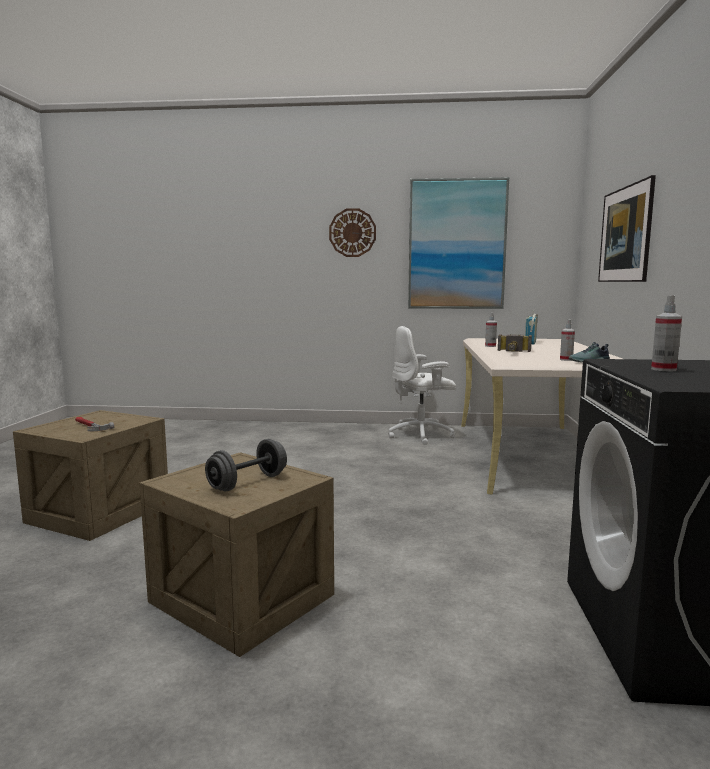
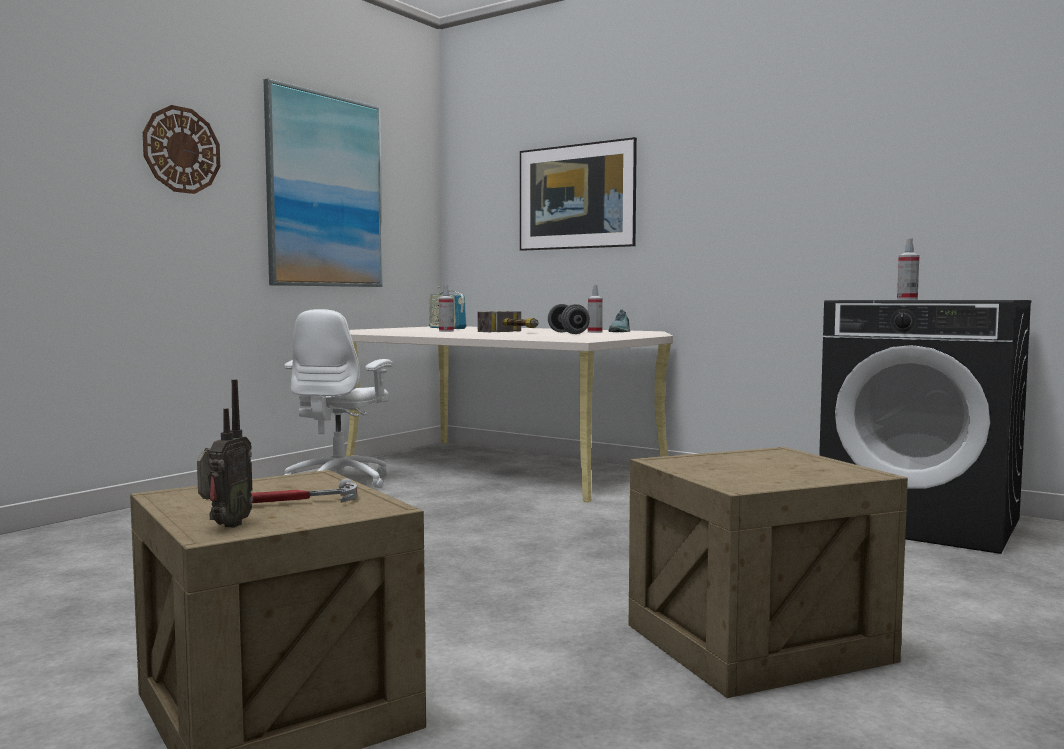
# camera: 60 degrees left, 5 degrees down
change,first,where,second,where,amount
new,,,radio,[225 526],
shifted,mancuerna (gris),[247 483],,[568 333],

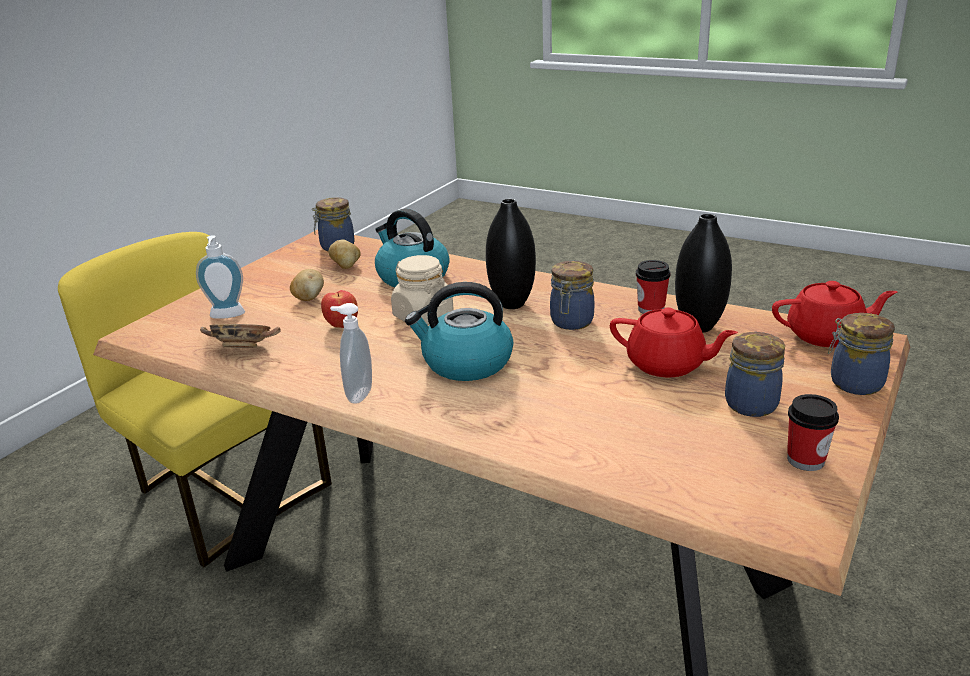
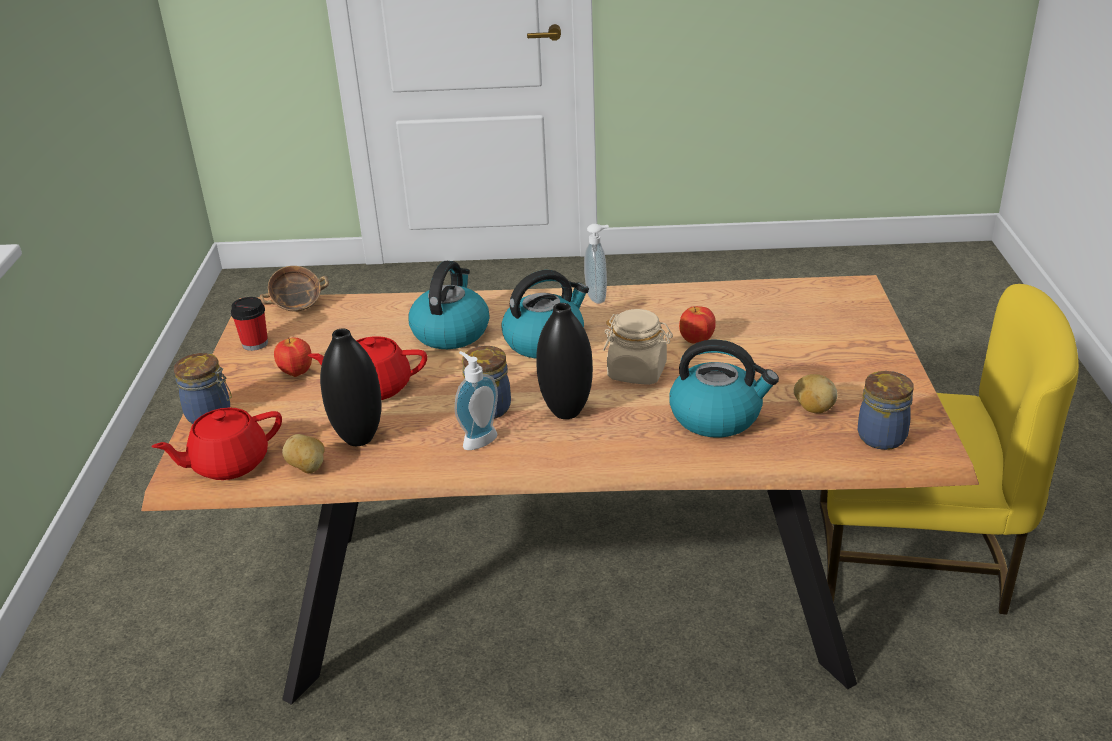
# camera: 150 degrees right, 5 degrees up
change,first,where,second,where,amount
gone,taza,[651 309],,,
new,,,hervidor,[451 332],
shifted,dispensador de jabón,[227 316],,[477 439],
shifted,cuenco,[244 349],,[297 307],
shifted,patata,[309 298],,[308 468],
swapped,tarro,[752 403],manzana,[296 373],

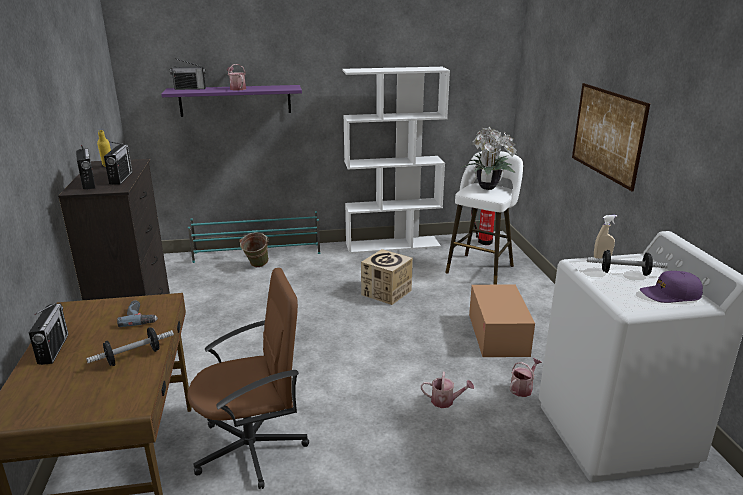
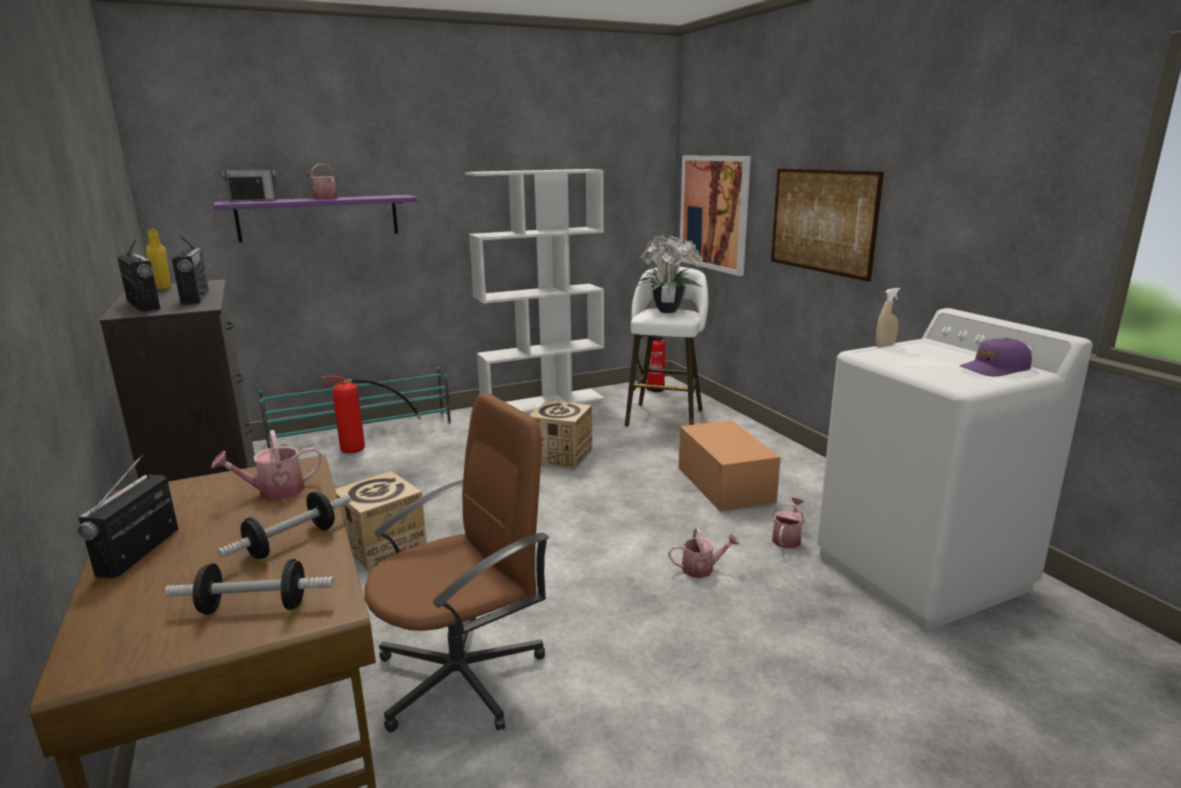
# camera: 15 degrees left, 5 degrees down
change,first,where,second,where,amount
new,,,caja de cartón,[383 547],
new,,,cuadro,[714 213],
shifted,mancuerna,[624 273],,[254 607],
swapped,taladro,[140 317],regadera,[274 491],
swapped,cubo (verde),[256 266],extintor,[367 447],
rotated,radio,[53 349],,[139 552],150 degrees counterclockwise

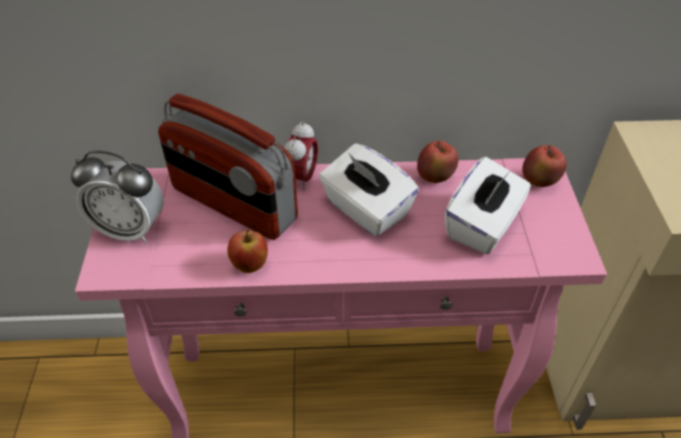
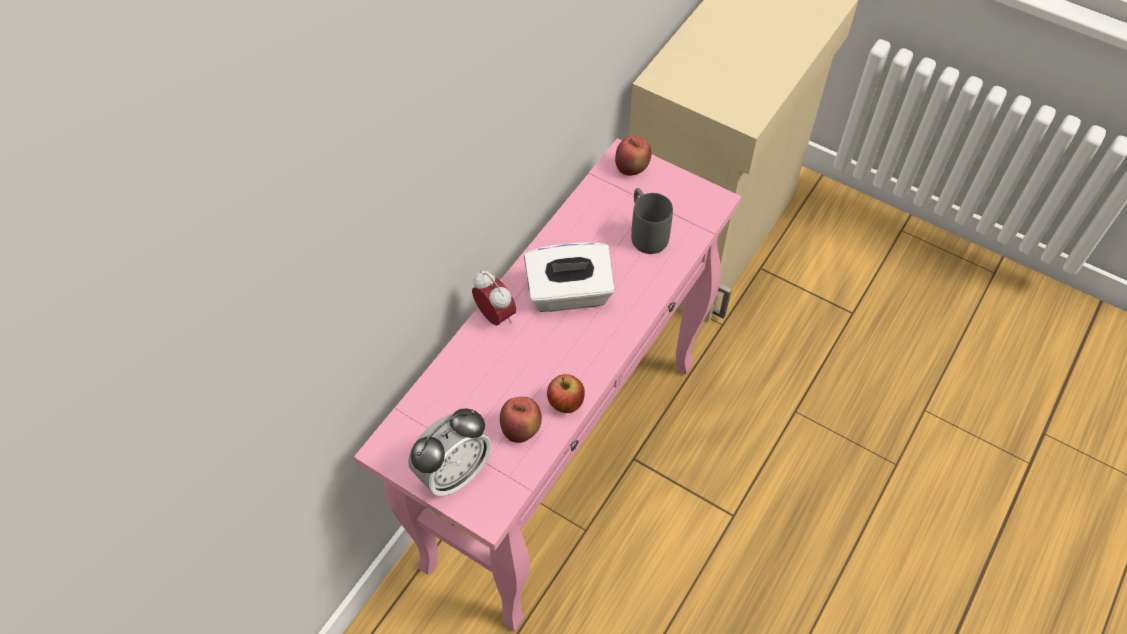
# camera: 55 degrees left, 10 degrees up
change,first,where,second,where,amount
gone,radio,[233 205],,,
shifted,manzana,[435 178],,[521 430],
swapped,caja de pañuelos (blanco),[483 225],taza grande (gris),[645 232],

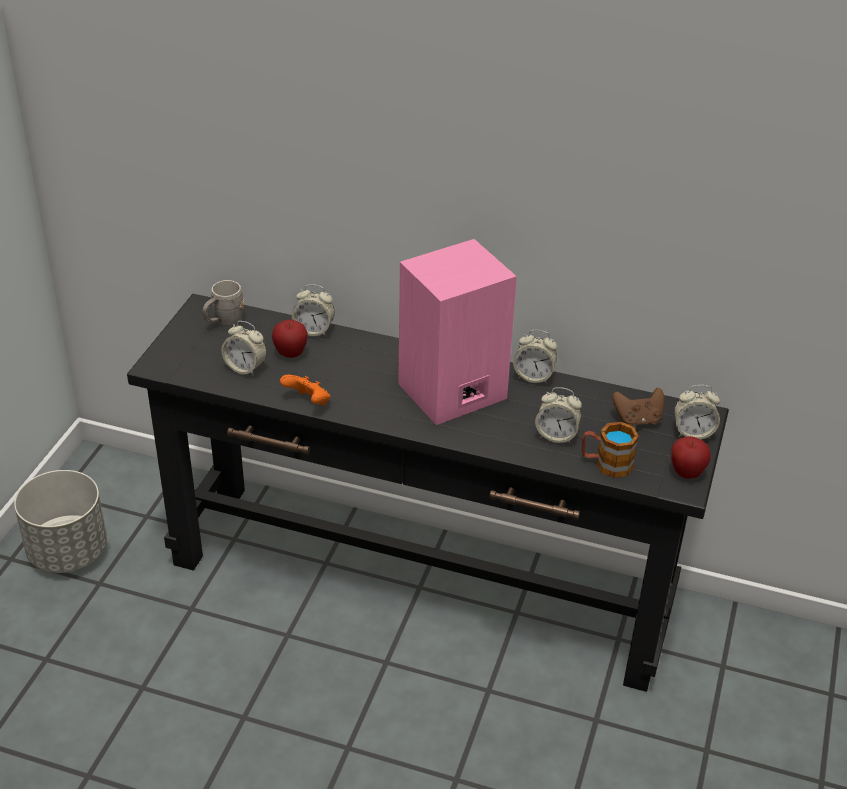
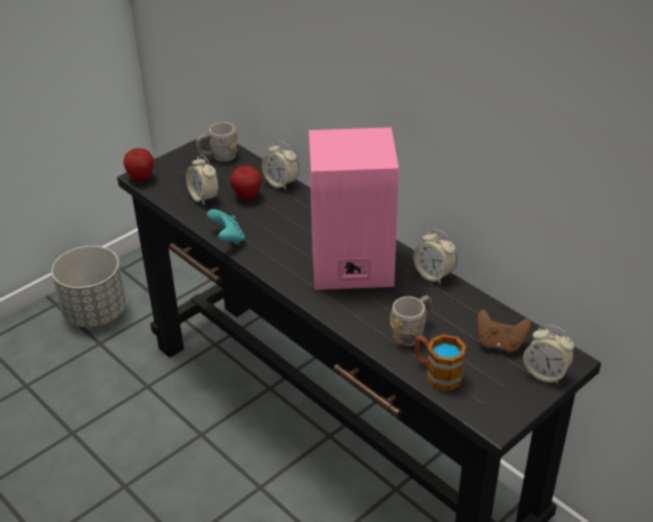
# camera: 30 degrees right, 0 degrees up
change,first,where,second,where,amount
shifted,manzana,[686 473],,[141 178],
swapped,despertador,[556 435],taza grande (gris),[412 333],
repainted,mando de consola (naranja),[308 402],mando de consola (turquesa),[228 238],

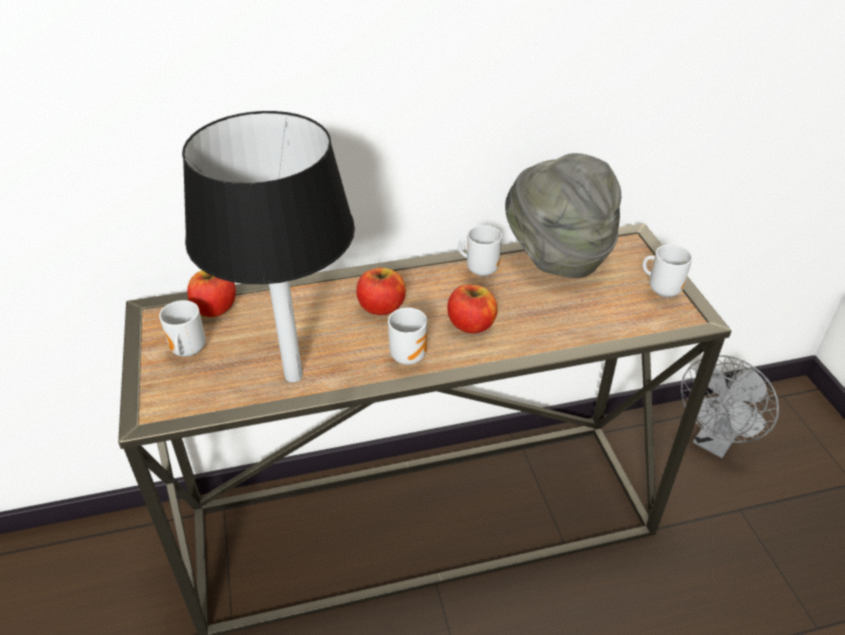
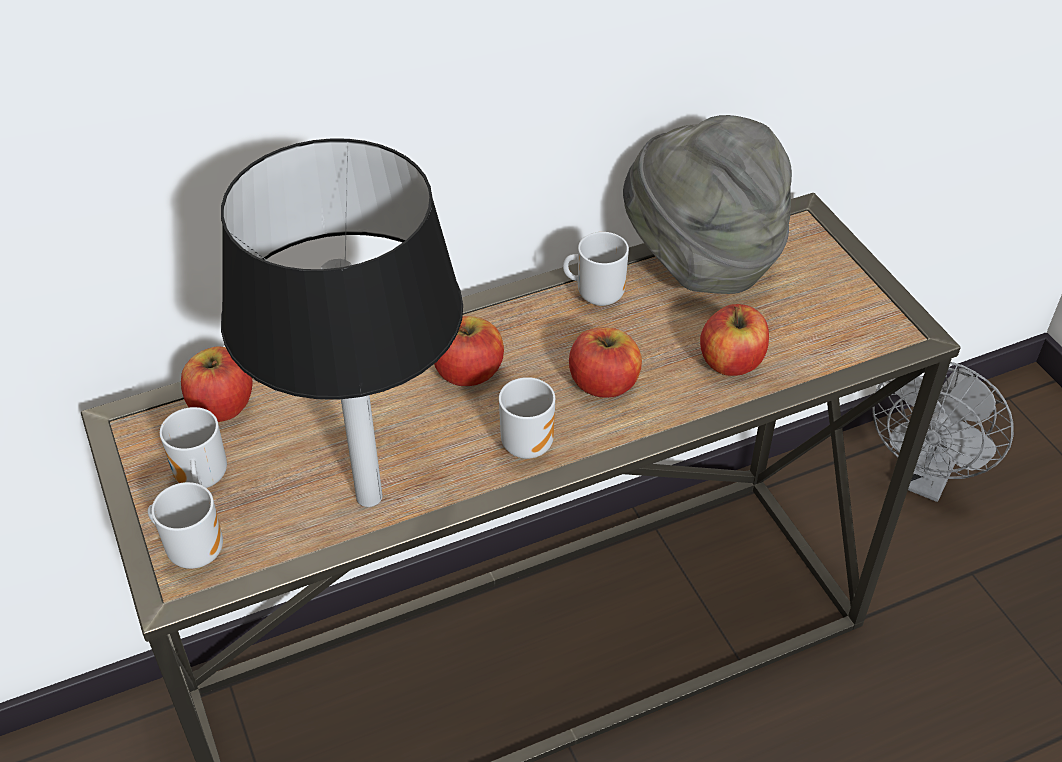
# camera: 10 degrees left, 5 degrees up
change,first,where,second,where,amount
new,,,manzana,[731 362],
shifted,taza grande,[662 289],,[194 550],

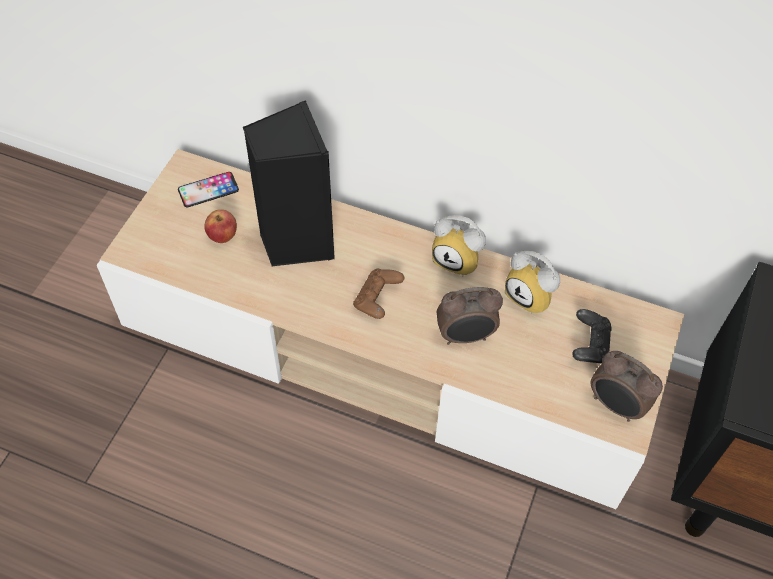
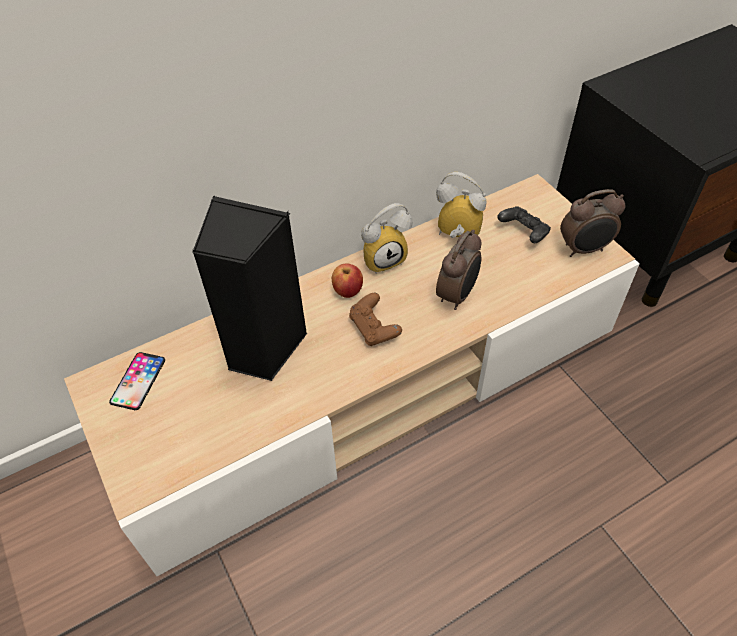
# camera: 50 degrees left, 5 degrees down
change,first,where,second,where,amount
shifted,manzana,[223 236],,[348 291],
rotated,despertador,[532 296],,[455 237],150 degrees counterclockwise

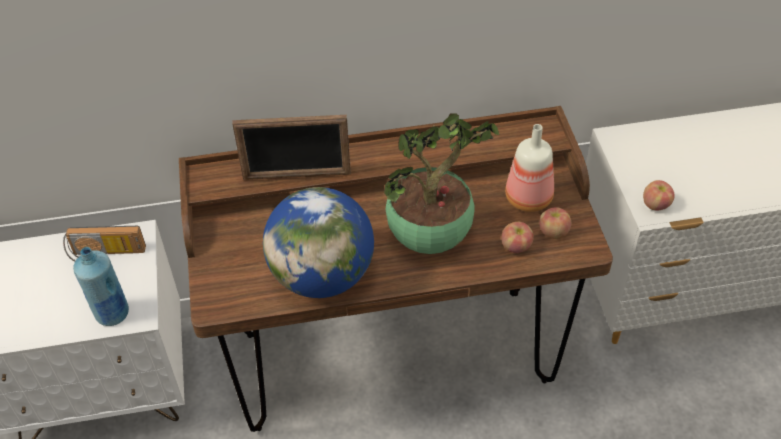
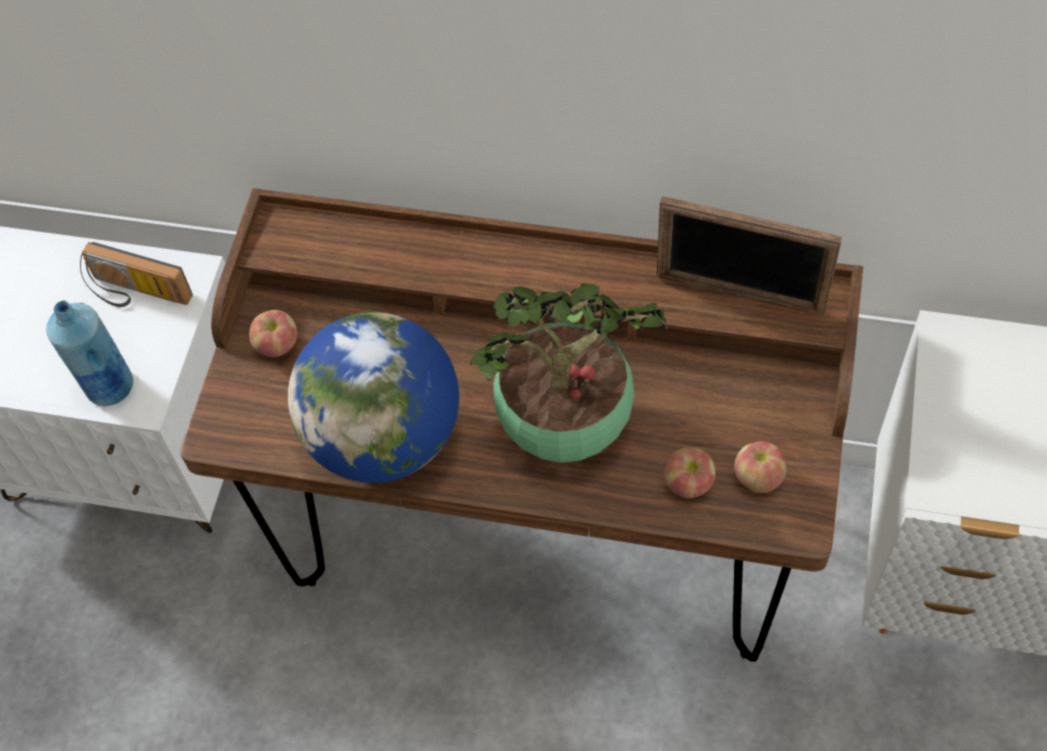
# camera: 25 degrees right, 10 degrees up
change,first,where,second,where,amount
gone,botella,[529 198],,,
shifted,portarretratos,[297 176],,[739 293],
shifted,manzana,[655 204],,[277 345],

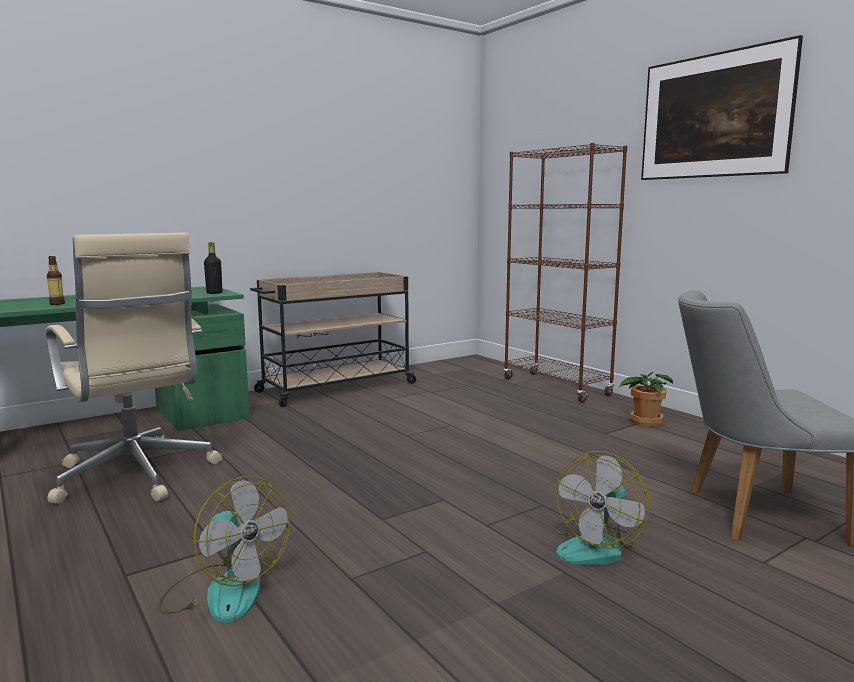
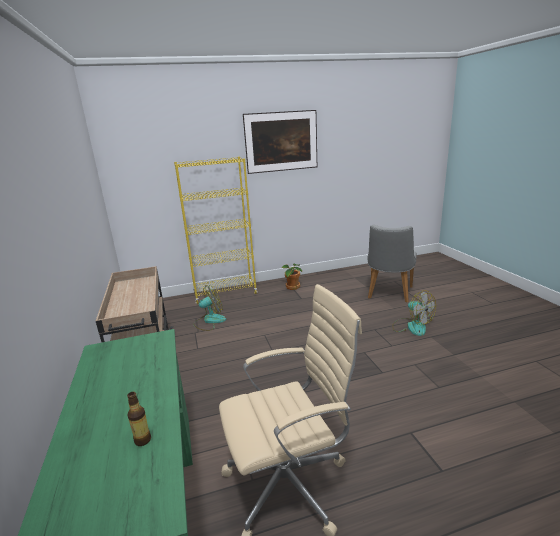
# camera: 70 degrees left, 10 degrees up
change,first,where,second,where,amount
gone,botella (negro),[214 293],,,
shifted,ventilador,[223 591],,[209 321],
repainted,estantería (marrón),[556 387],estantería (amarillo),[225 294],

